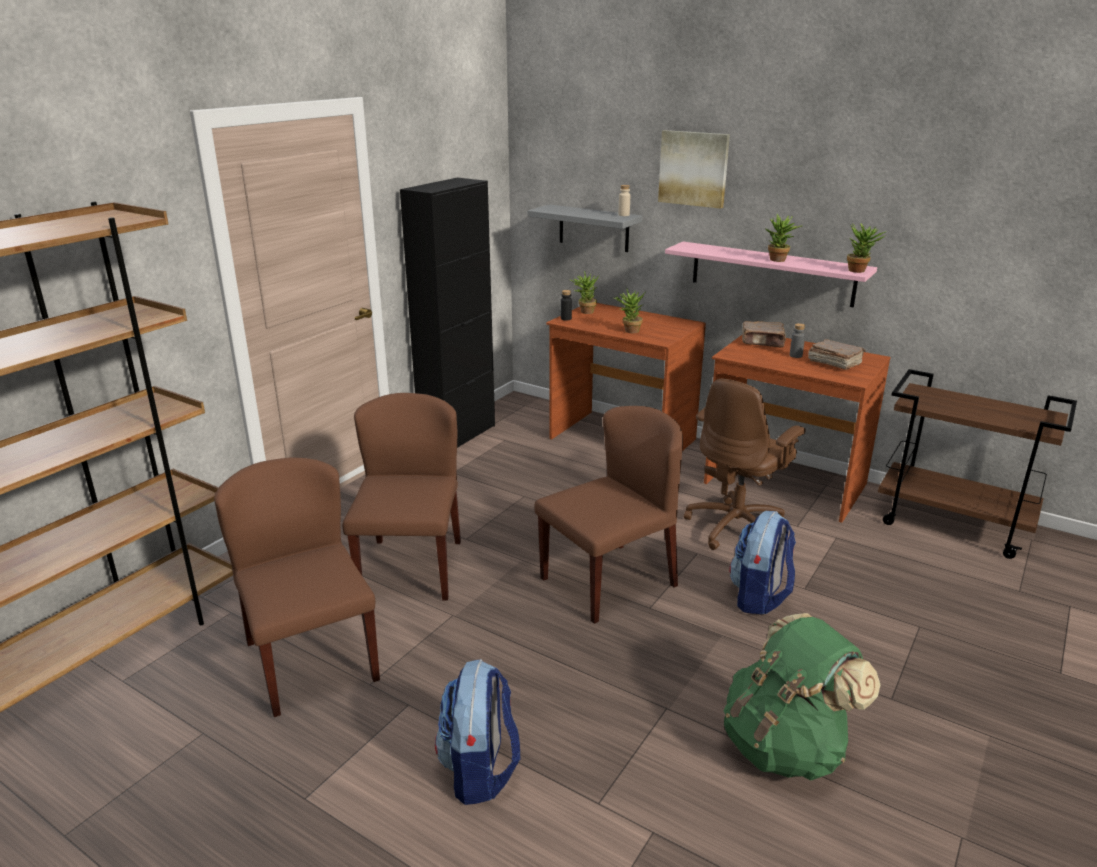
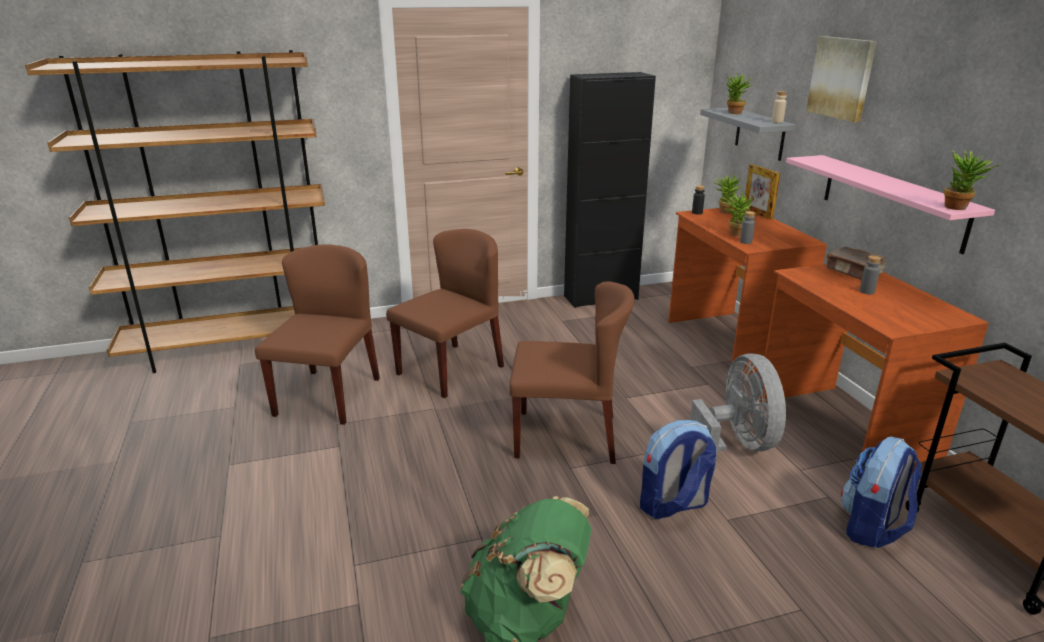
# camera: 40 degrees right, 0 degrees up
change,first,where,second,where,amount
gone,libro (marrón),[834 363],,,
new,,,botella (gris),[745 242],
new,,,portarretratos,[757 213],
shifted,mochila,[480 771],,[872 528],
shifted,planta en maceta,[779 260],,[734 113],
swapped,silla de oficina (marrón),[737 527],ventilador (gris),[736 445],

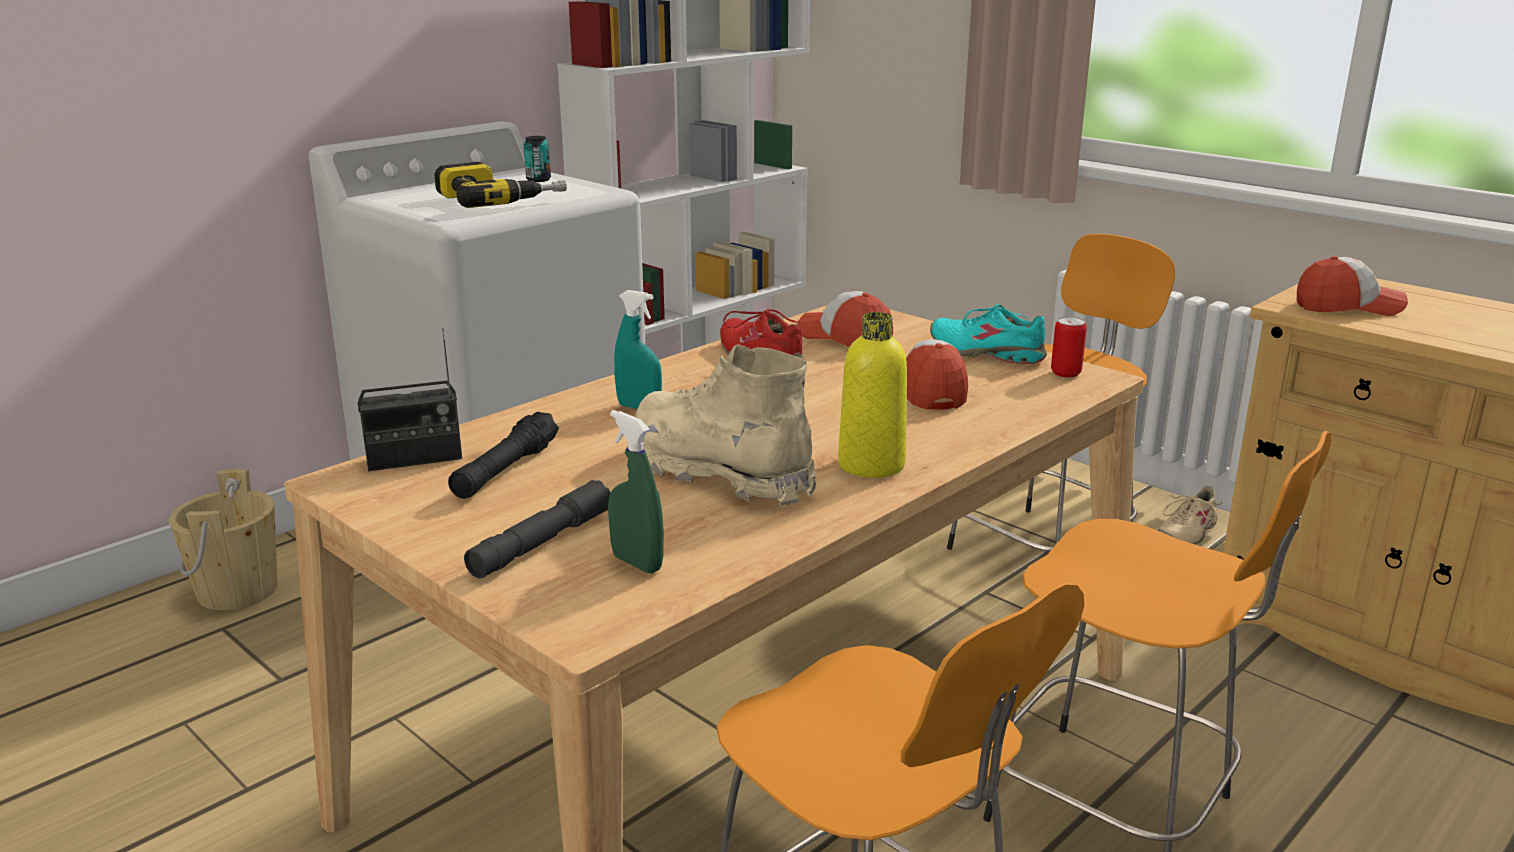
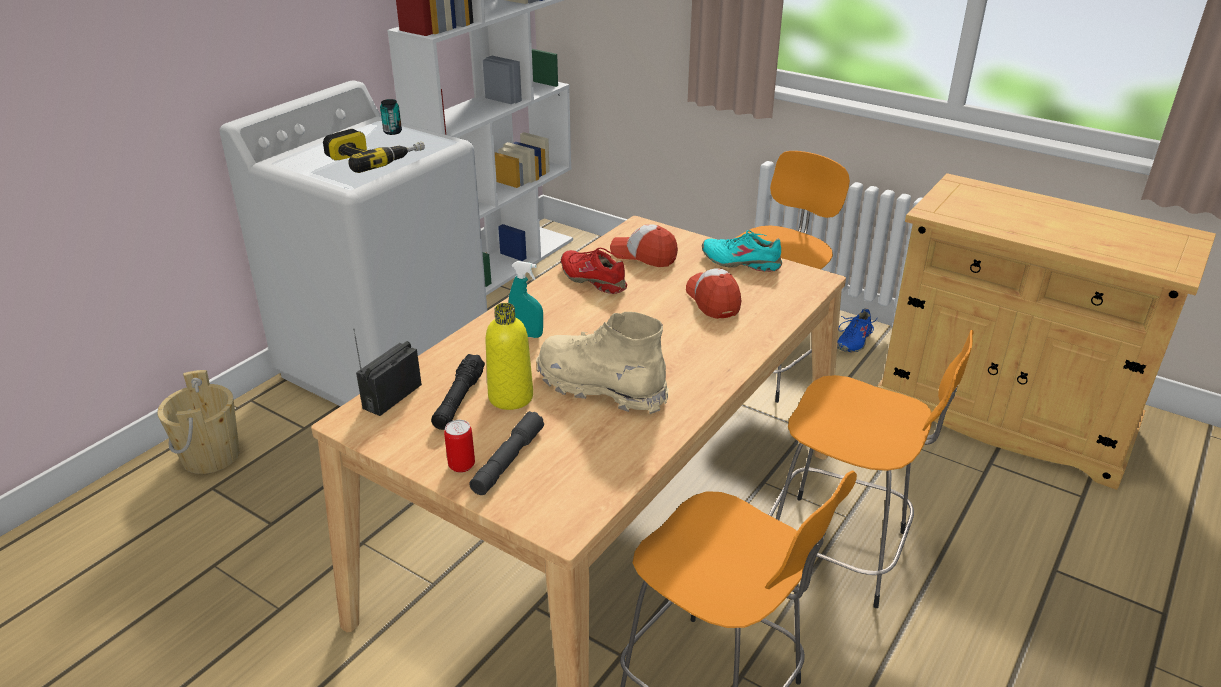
# camera: 10 degrees left, 10 degrees up
change,first,where,second,where,amount
gone,pulverizador (verde),[637 563],,,
gone,gorra,[1348 307],,,
shifted,botella (amarillo),[871 465],,[510 397],
shifted,lata,[1065 373],,[461 465],
repainted,zapato (beis),[1186 532],zapato (azul),[853 341],
rotated,radio,[414 458],,[392 396],150 degrees clockwise

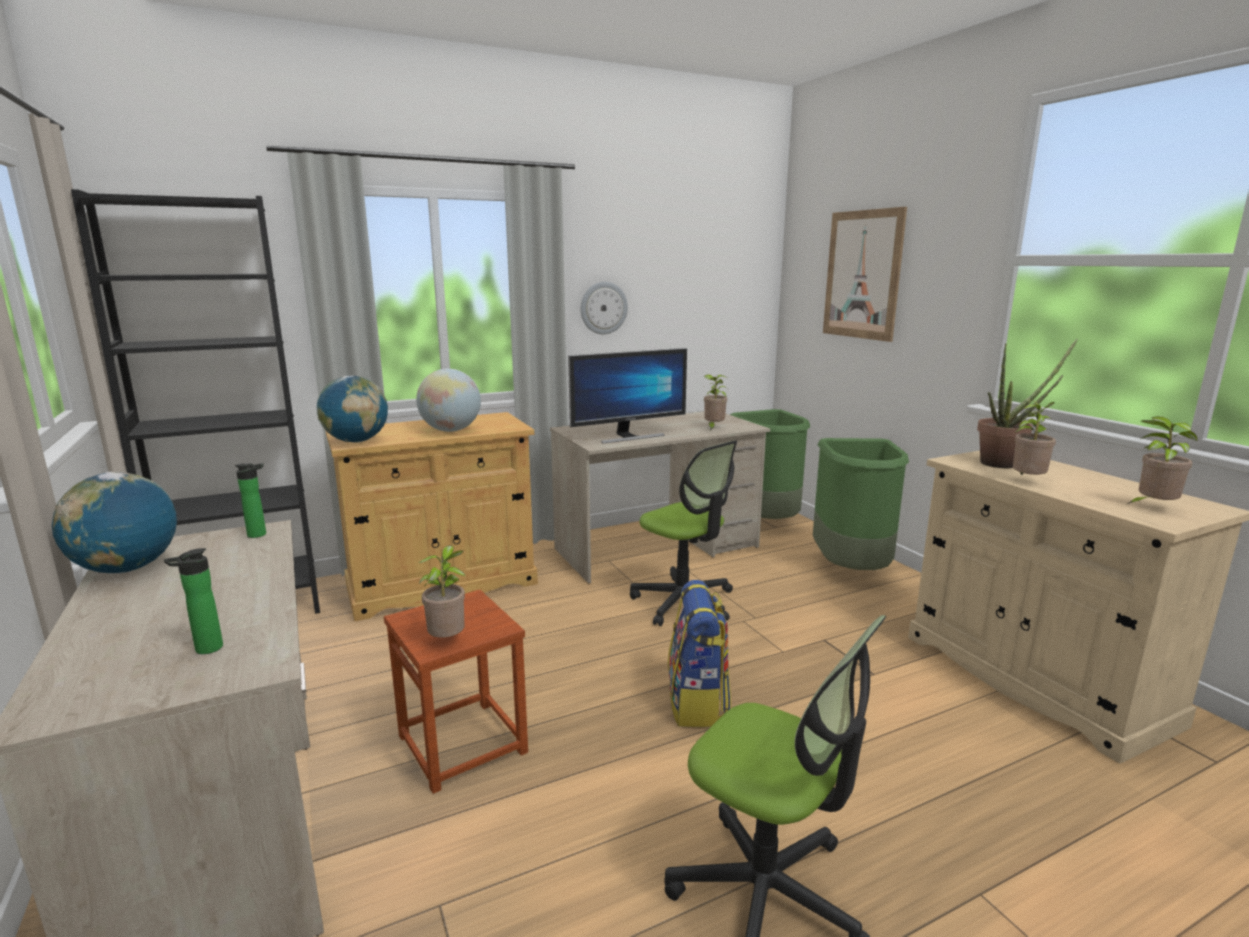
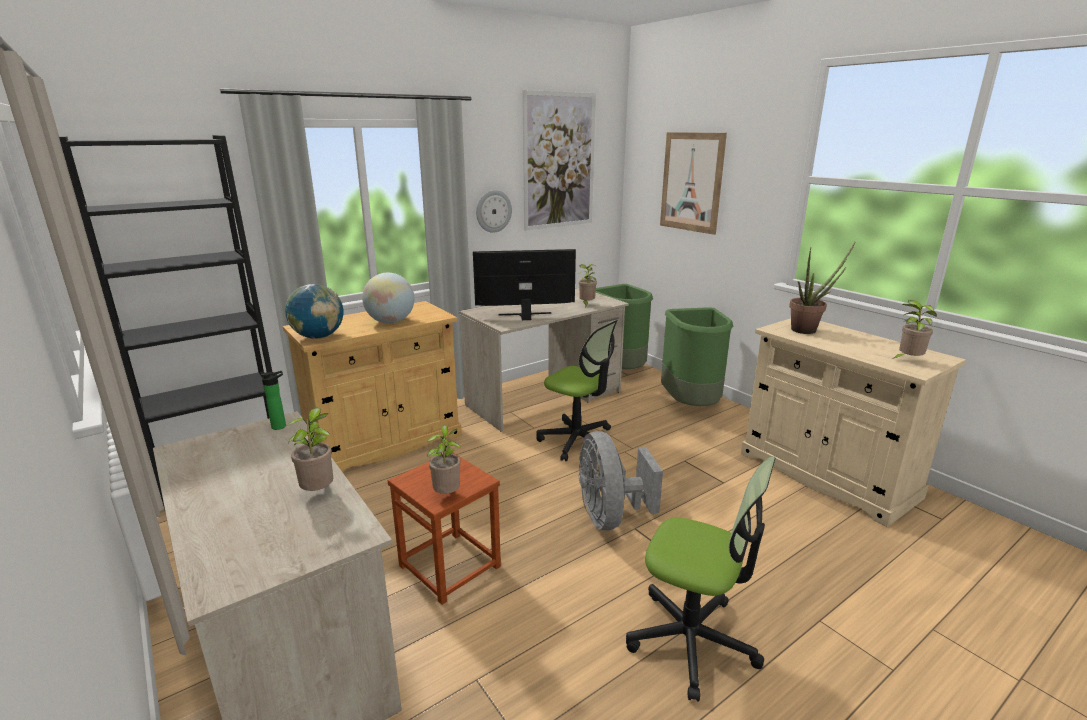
# camera: 10 degrees left, 5 degrees up
change,first,where,second,where,amount
gone,globo terráqueo,[127 569],,,
gone,botella,[205 650],,,
new,,,cuadro,[559 161],
shifted,planta en maceta,[1027 481],,[320 492],
swapped,mochila,[698 703],ventilador (gris),[610 516],
rotated,monitor,[628 436],,[525 316],150 degrees counterclockwise

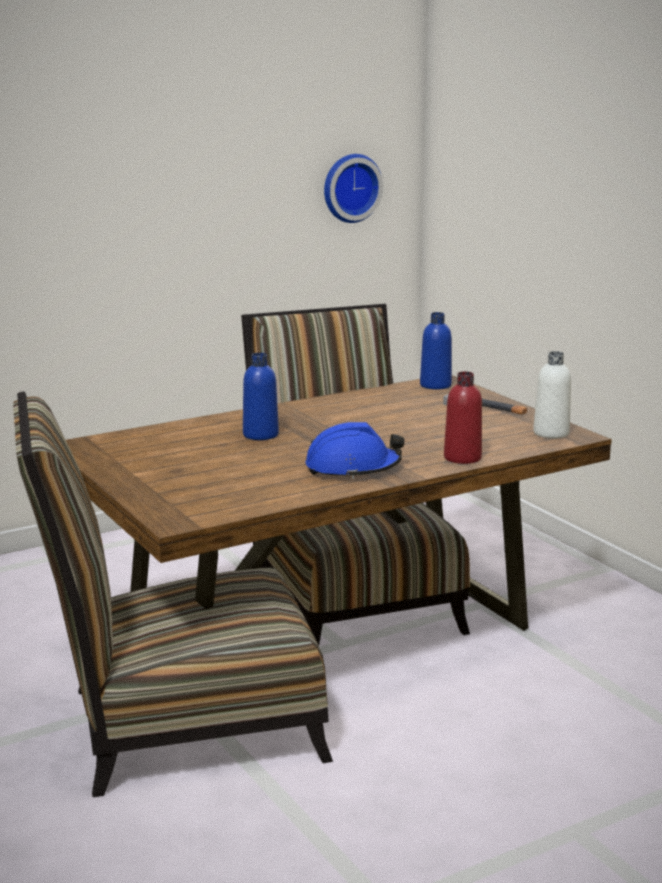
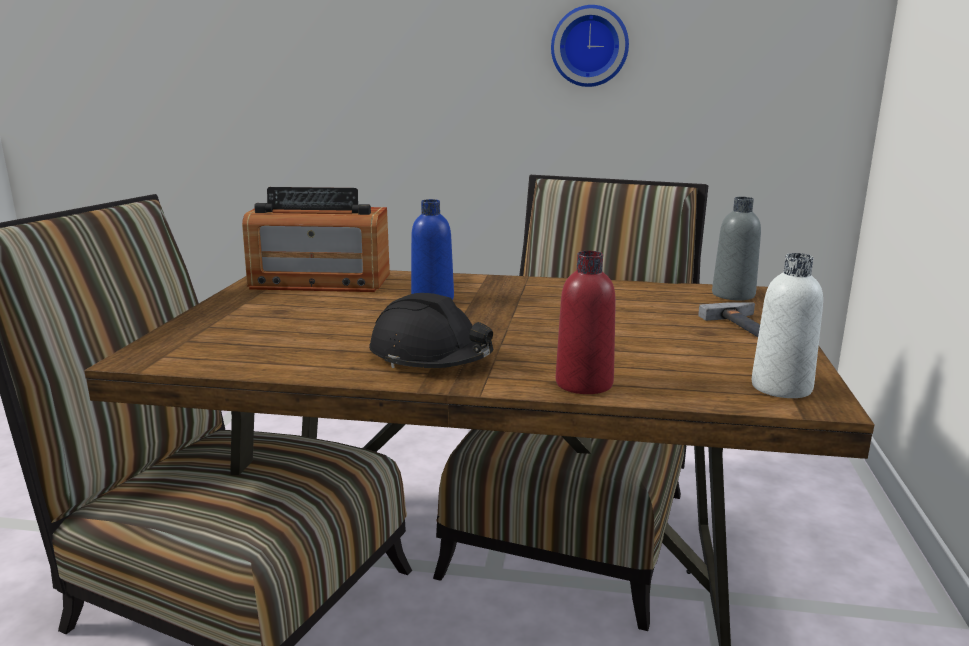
# camera: 40 degrees right, 0 degrees up
change,first,where,second,where,amount
new,,,radio,[320 282],
shifted,reloj de pared,[350 187],,[589 46],
repainted,casco (azul),[352 468],casco (negro),[430 357],
repainted,botella (azul),[435 385],botella (gris),[733 295],

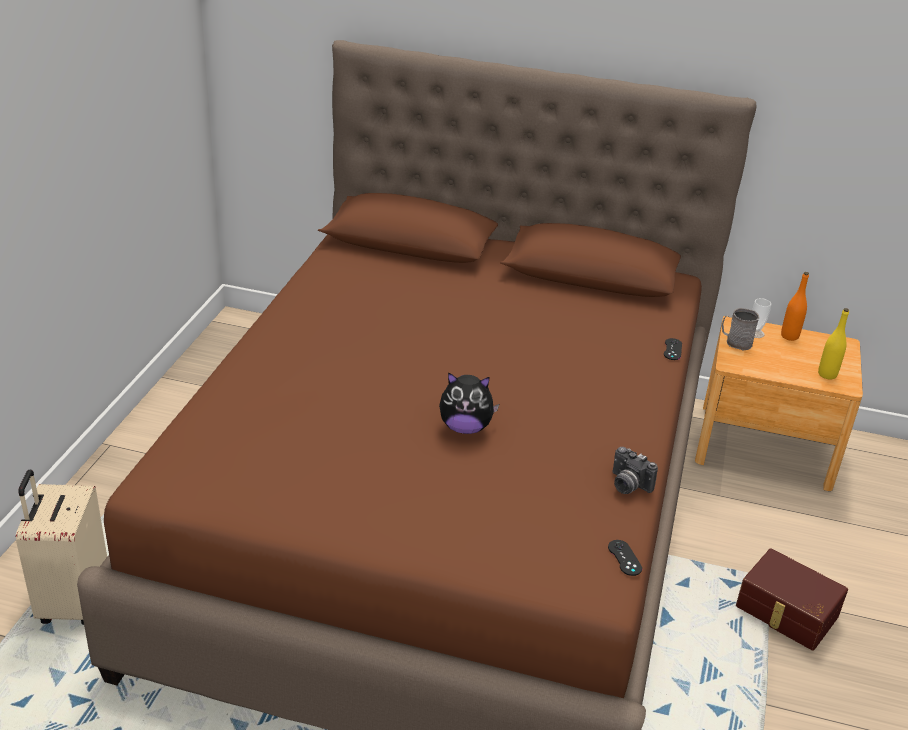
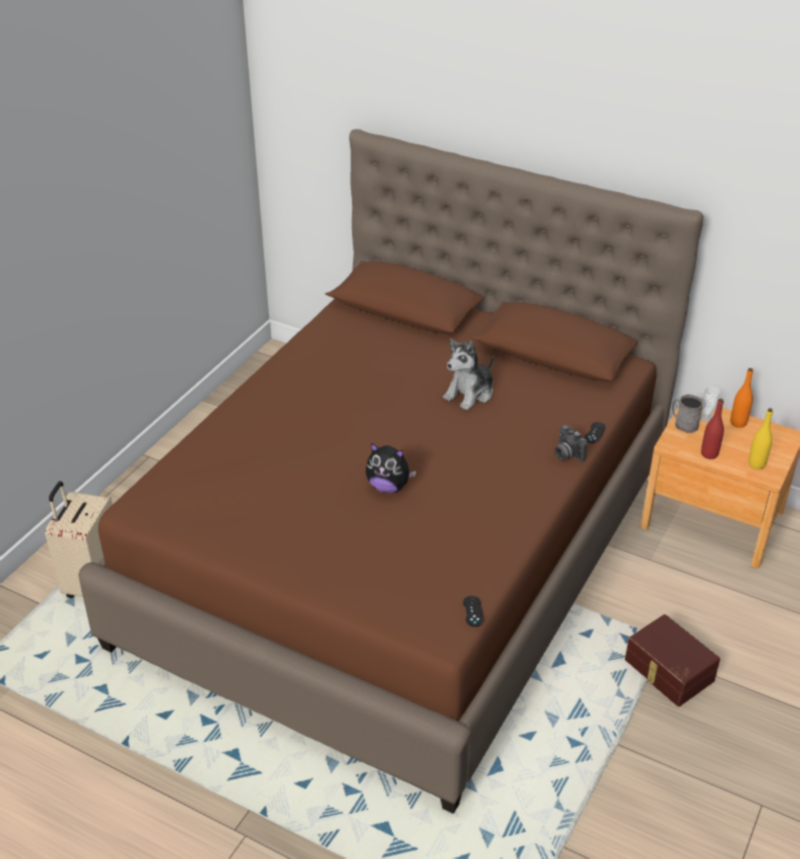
# camera: 15 degrees right, 5 degrees up
change,first,where,second,where,amount
new,,,peluche,[470 393],
new,,,botella (rojo),[709 454],
shifted,cámara,[627 485],,[566 454],

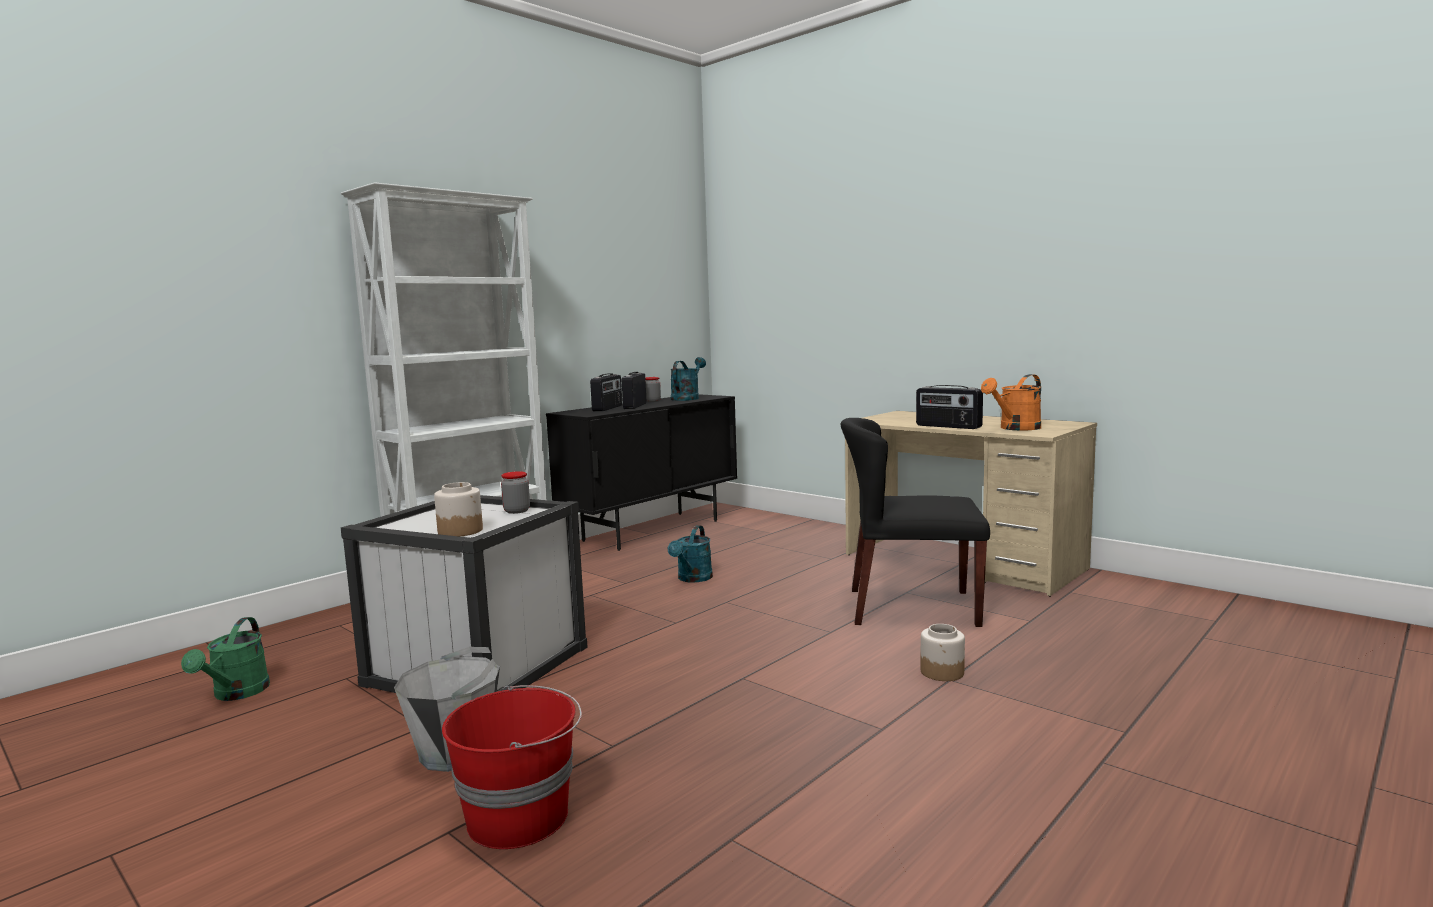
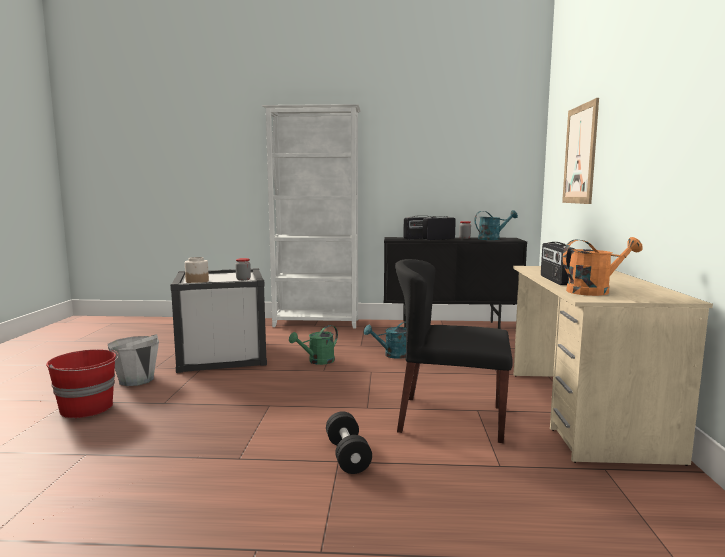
# camera: 50 degrees right, 0 degrees up
change,first,where,second,where,amount
new,,,cuadro,[580 154],
shifted,regadera (verde),[236 694],,[317 361],
swapped,tarro,[942 672],mancuerna (negro),[347 456],
rotated,silla (negro),[911 607],,[450 418],45 degrees counterclockwise
rotated,regadera (naranja),[1015 428],,[594 291],150 degrees clockwise

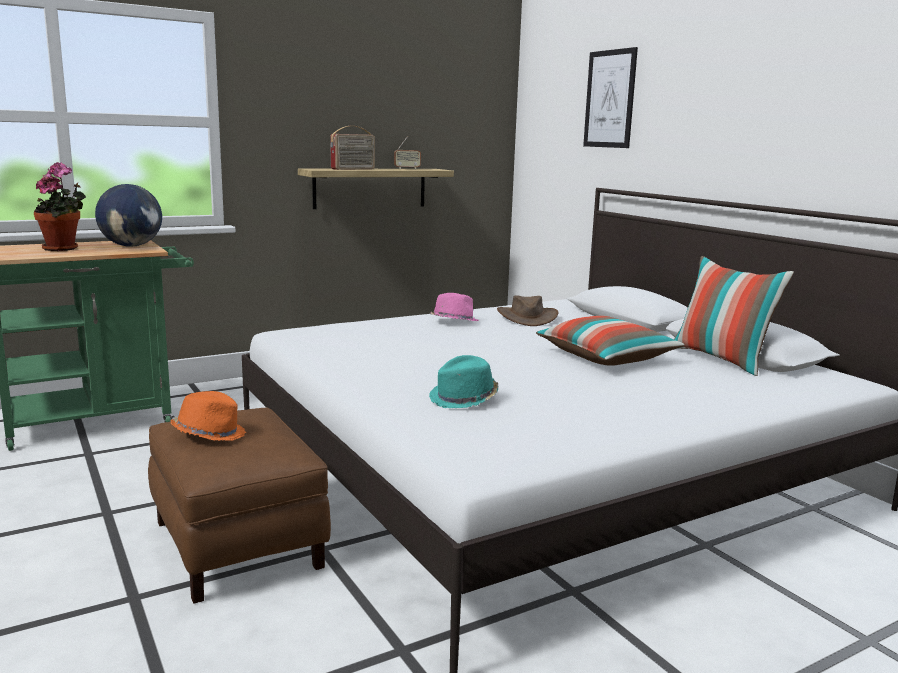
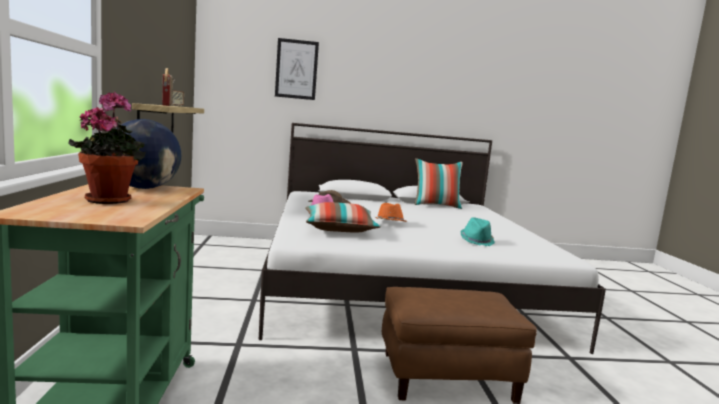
# camera: 65 degrees left, 5 degrees down
change,first,where,second,where,amount
shifted,sombrero (naranja),[209 434],,[389 223],
shifted,cojín,[606 358],,[339 229],

